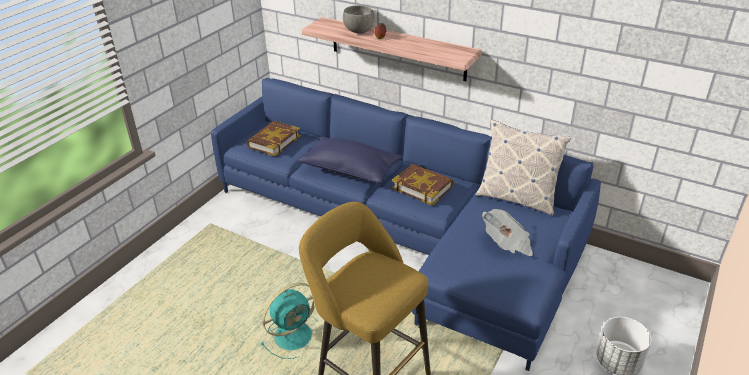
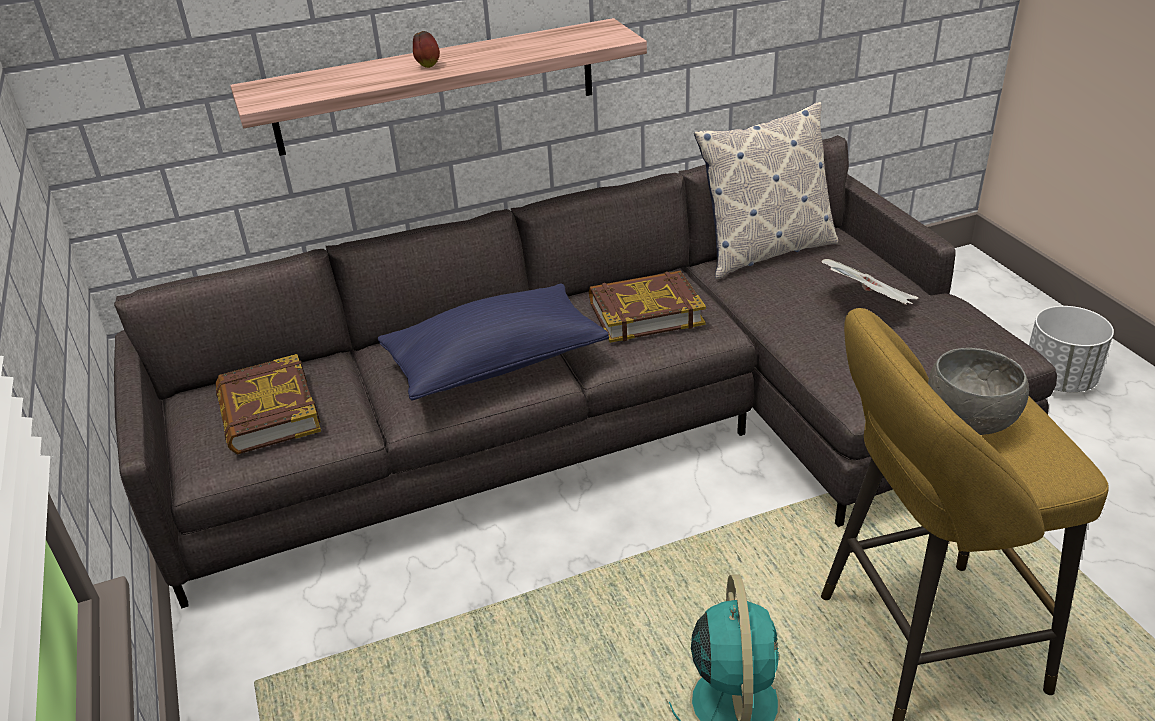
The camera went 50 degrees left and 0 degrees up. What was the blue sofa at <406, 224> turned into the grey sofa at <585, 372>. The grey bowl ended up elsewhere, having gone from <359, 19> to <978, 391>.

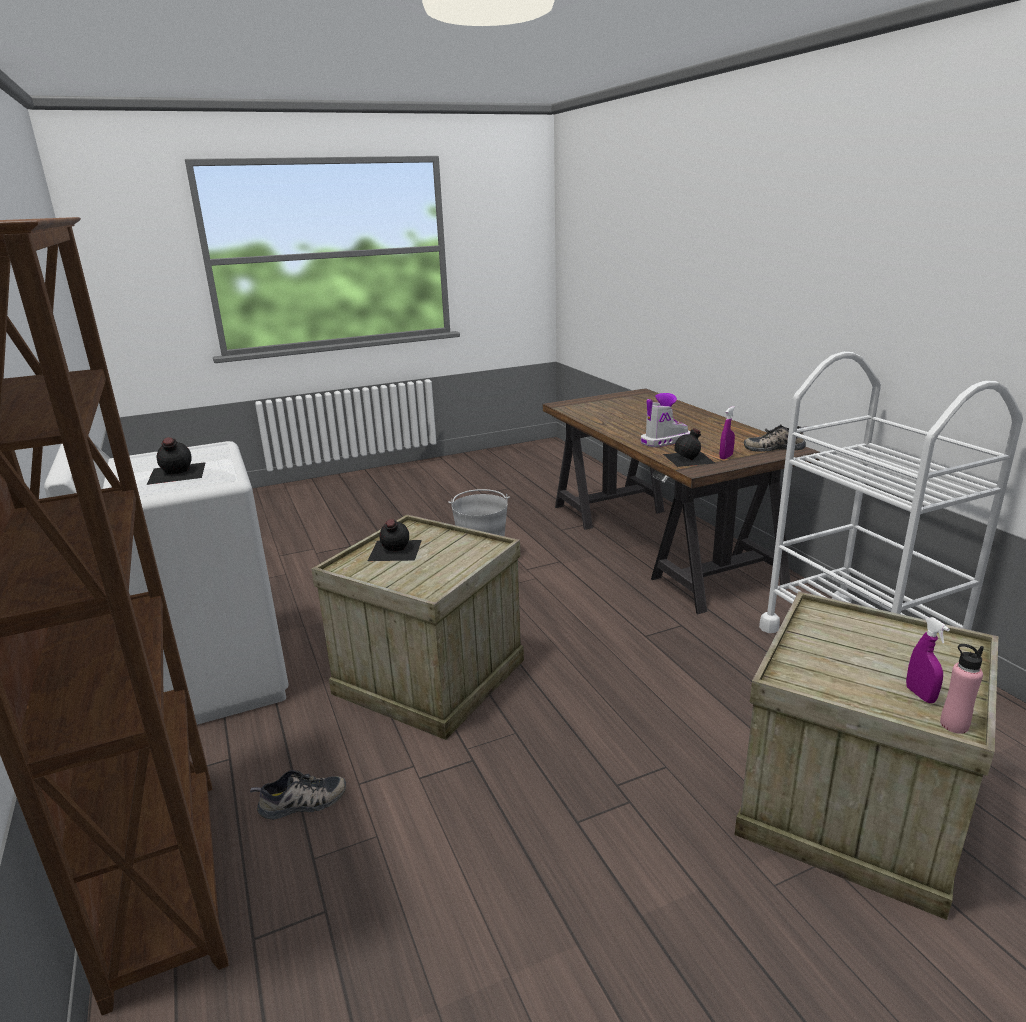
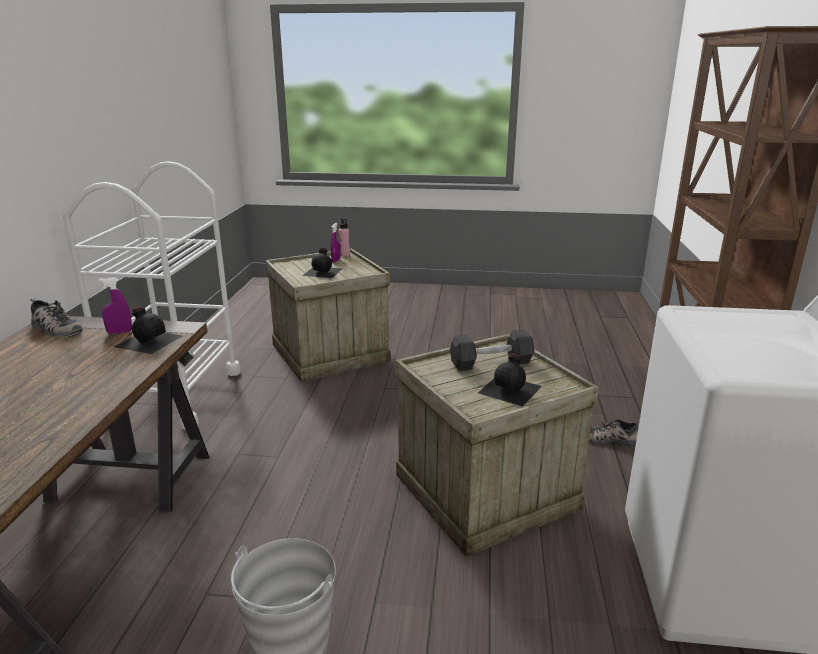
The camera went 150 degrees left and 0 degrees up. The black bottle ended up elsewhere, having gone from <176, 461> to <322, 263>. The second view gained the black dumbbell at <492, 350>. The second view lost the boot at <665, 420>.

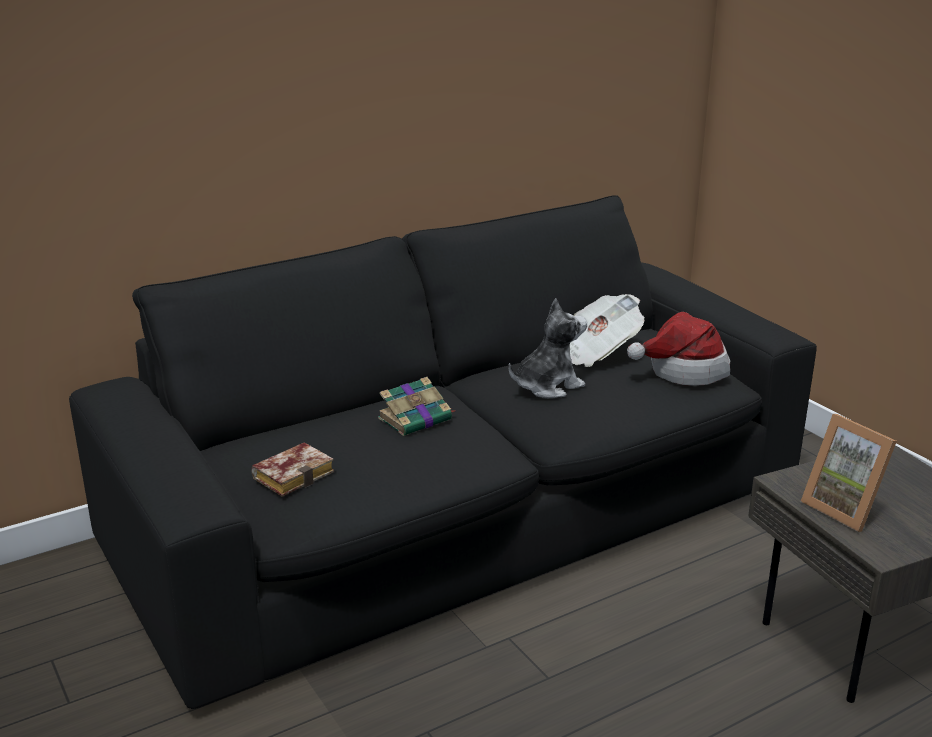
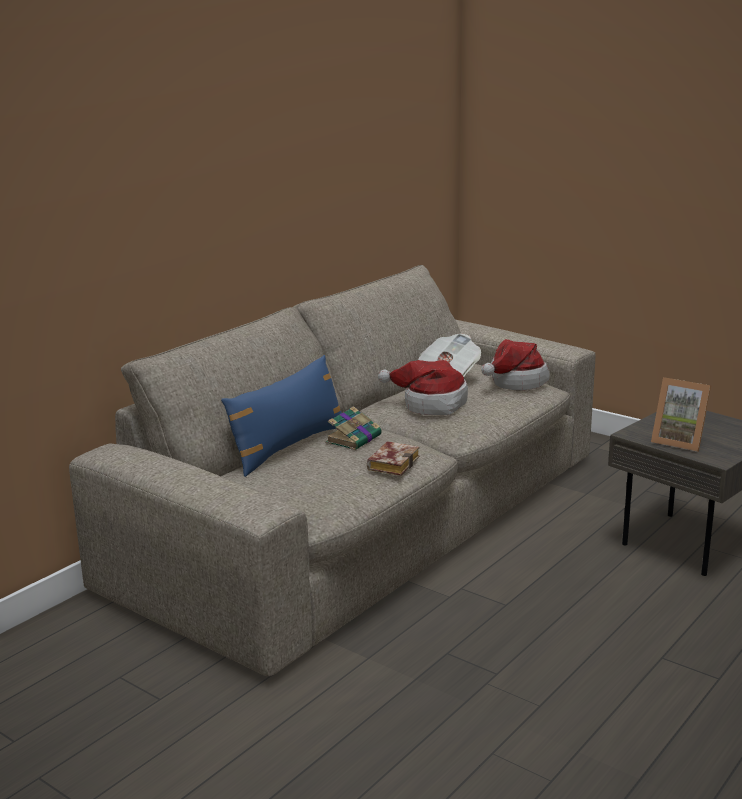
The camera went 20 degrees left and 5 degrees down. What was the black sofa at <443, 452> turned into the beige sofa at <332, 470>. The second view gained the blue pillow at <281, 416>. The book ended up elsewhere, having gone from <292, 469> to <393, 458>. Where the plush toy stood at <548, 348>, the hat came to stand at <423, 387>.

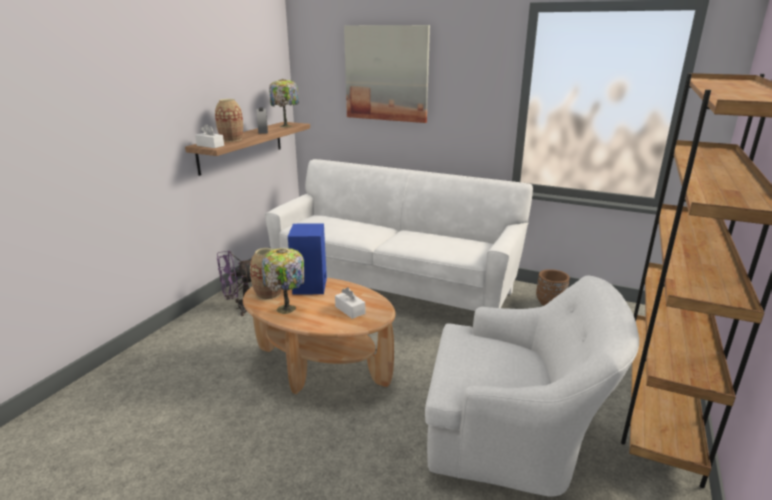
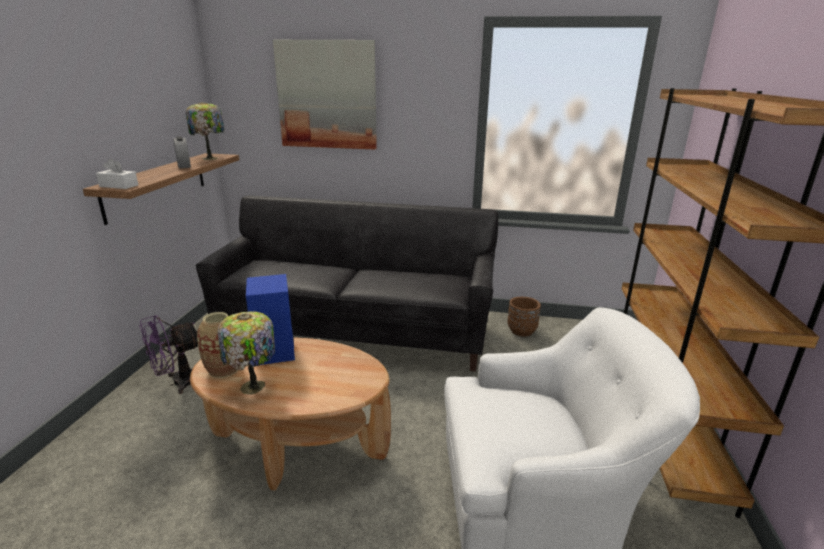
The camera went 15 degrees left and 0 degrees up. What was the white sofa at <399, 235> turned into the black sofa at <347, 284>. The second view lost the vase at <229, 120>. The second view lost the white tissue box at <350, 303>.

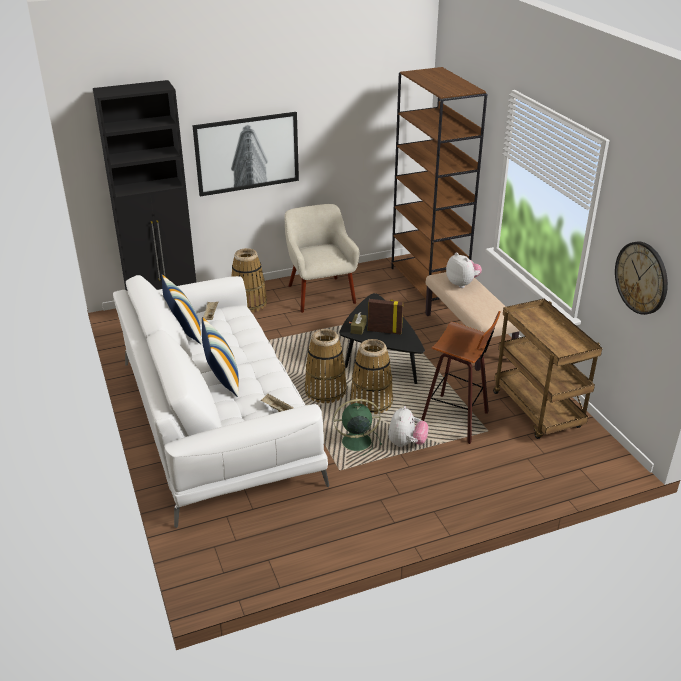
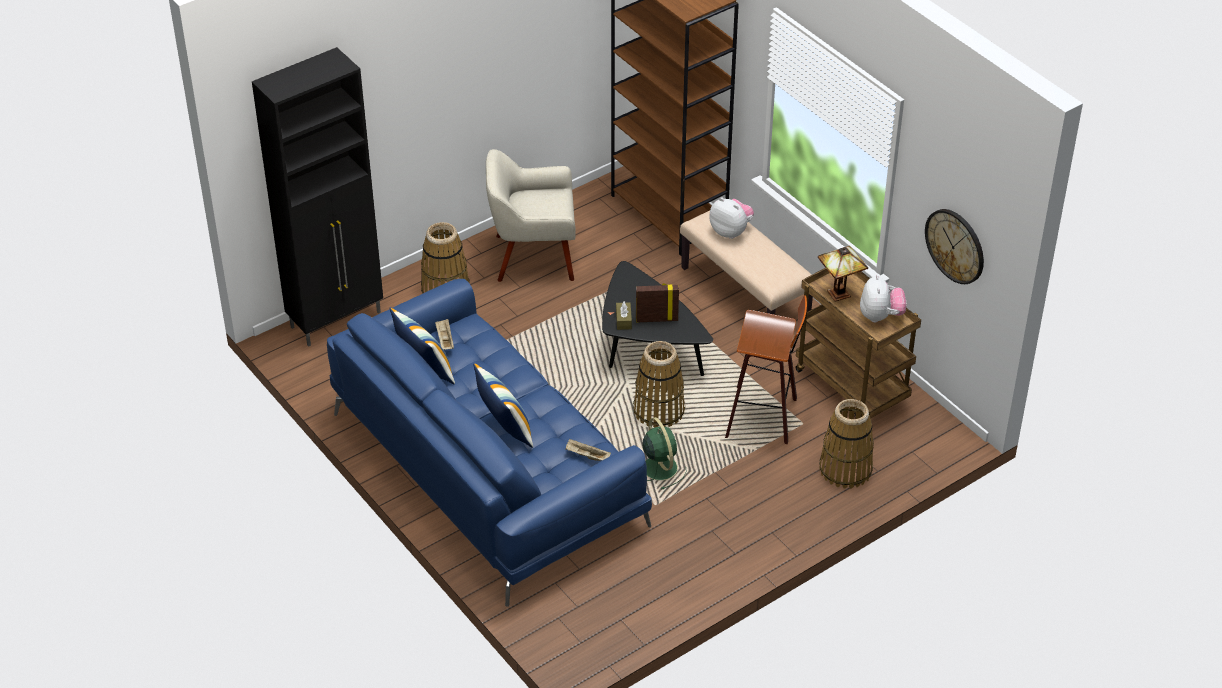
The camera went 15 degrees left and 10 degrees up. What was the white sofa at <221, 401> turned into the blue sofa at <489, 443>. The beige armchair at <322, 258> ended up facing another way, 60 degrees counterclockwise from before. The green fan at <358, 427> ended up facing another way, 90 degrees clockwise from before. The second view gained the table lamp at <843, 274>. The basket ended up elsewhere, having gone from <326, 366> to <846, 444>. The plush toy ended up elsewhere, having gone from <408, 426> to <883, 298>. The second view lost the picture at <245, 154>.

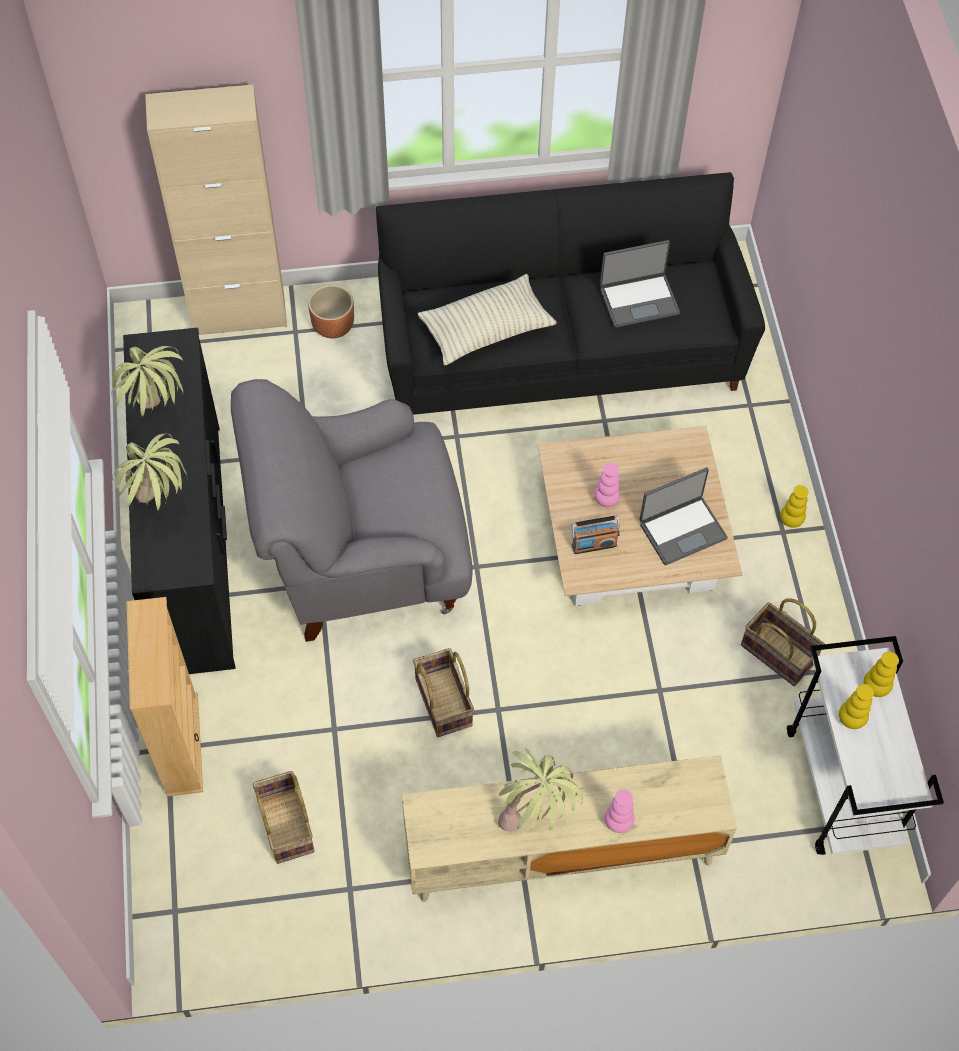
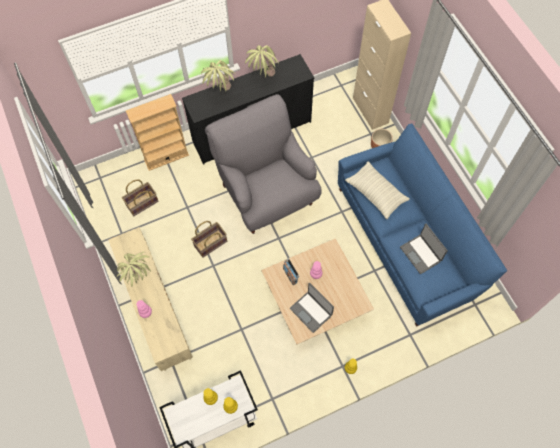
The camera went 75 degrees right and 5 degrees up. What was the black sofa at <570, 293> turned into the blue sofa at <422, 225>. The second view lost the basket at <782, 642>.

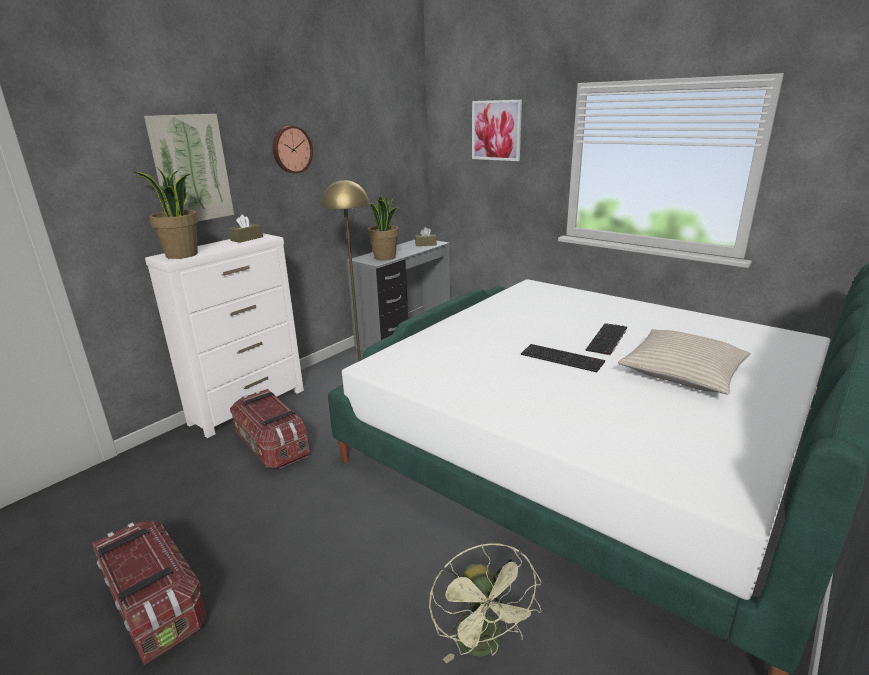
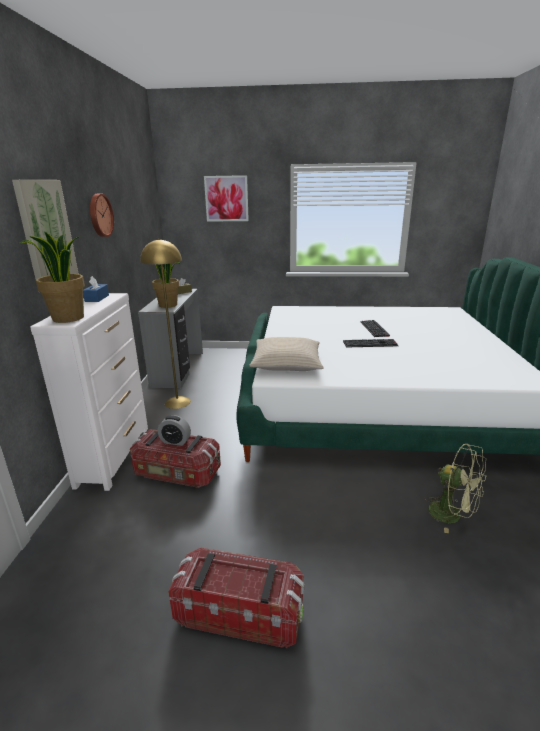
The camera went 35 degrees left and 0 degrees up. What was the brown tissue box at <246, 229> turned into the blue tissue box at <96, 289>. The second view gained the alarm clock at <174, 430>. The beige pillow ended up elsewhere, having gone from <684, 361> to <286, 354>.

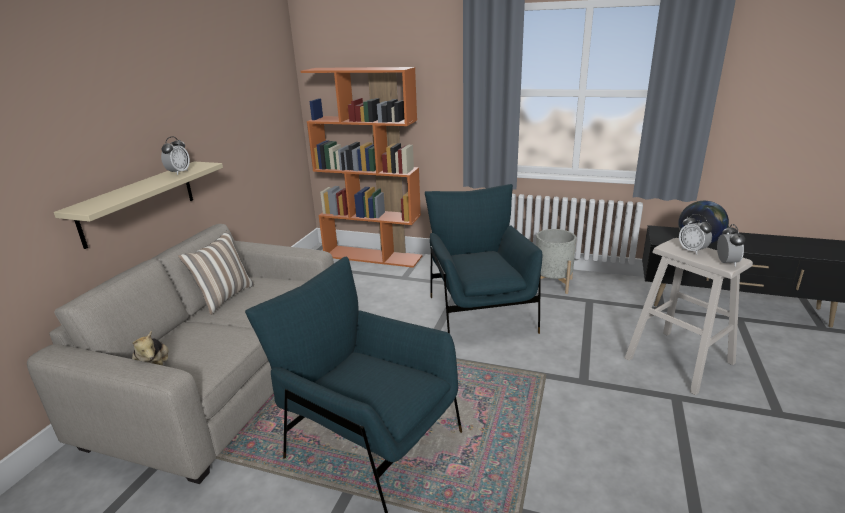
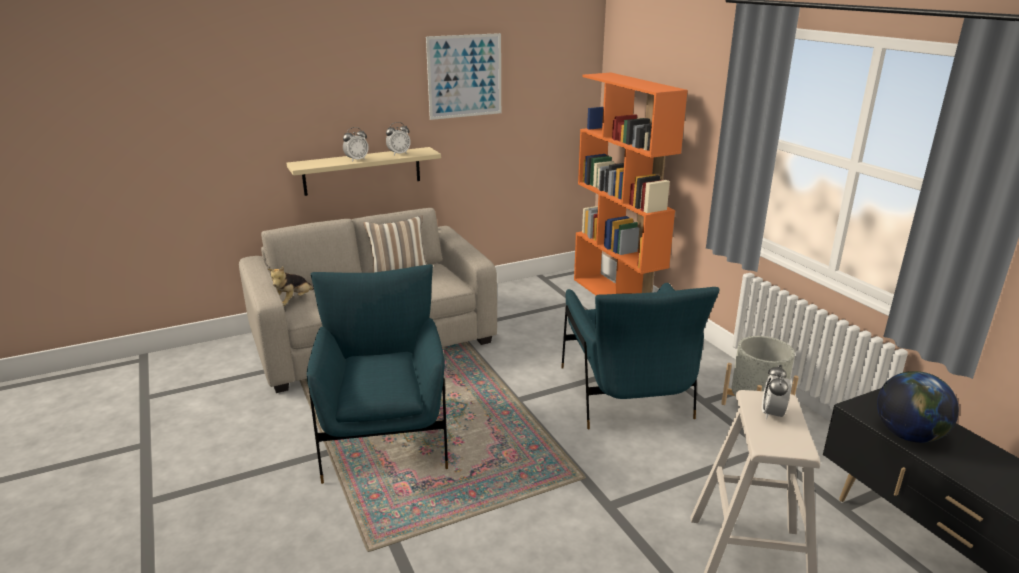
The camera went 45 degrees right and 0 degrees up. The alarm clock ended up elsewhere, having gone from <731, 245> to <356, 144>. The second view gained the picture at <463, 76>. The blue armchair at <483, 259> ended up facing another way, 135 degrees clockwise from before.

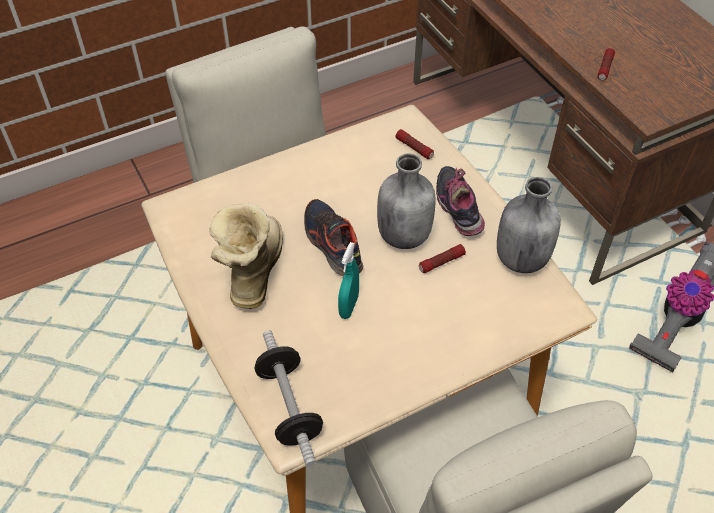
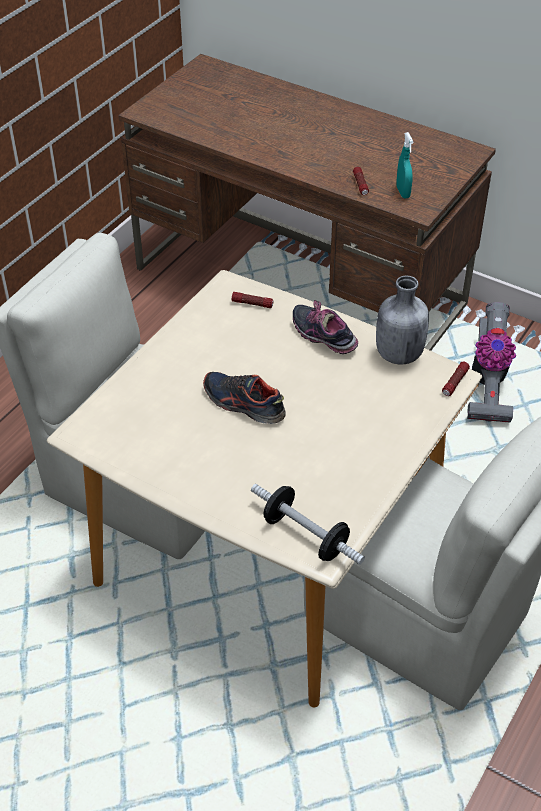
The camera went 30 degrees left and 5 degrees down. The turquoise spray bottle ended up elsewhere, having gone from <348, 280> to <404, 165>. The flashlight ended up elsewhere, having gone from <442, 258> to <456, 378>. The second view lost the boot at <246, 256>. The second view lost the grey bottle at <406, 201>.

